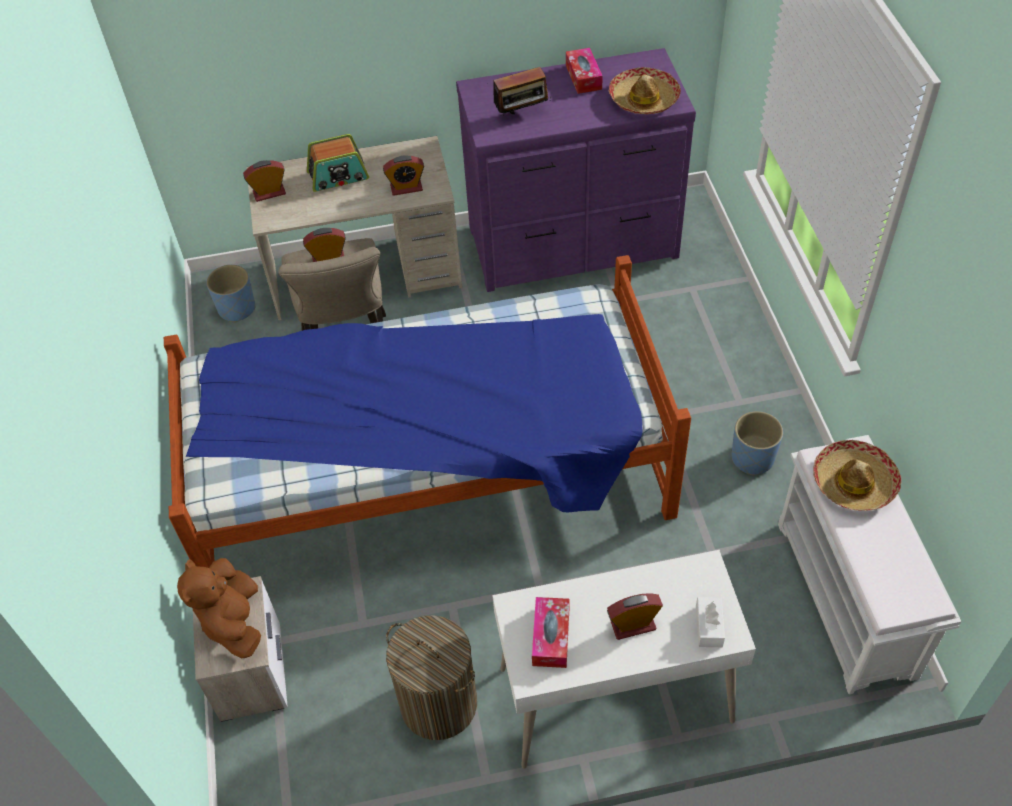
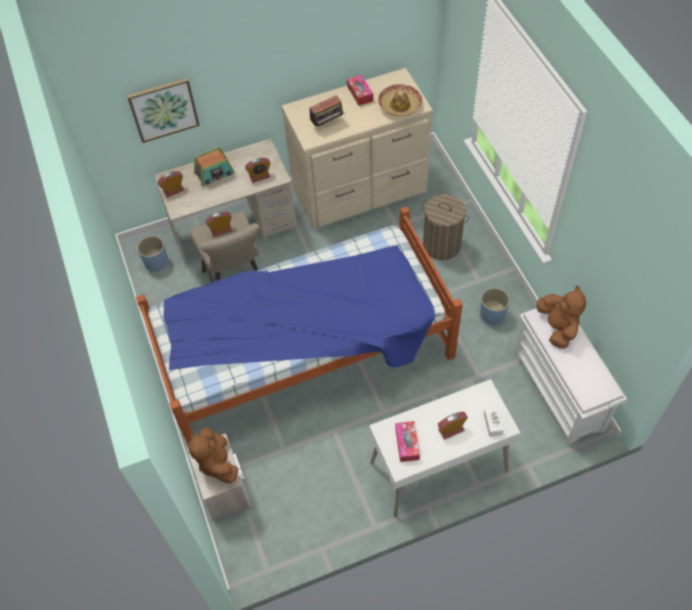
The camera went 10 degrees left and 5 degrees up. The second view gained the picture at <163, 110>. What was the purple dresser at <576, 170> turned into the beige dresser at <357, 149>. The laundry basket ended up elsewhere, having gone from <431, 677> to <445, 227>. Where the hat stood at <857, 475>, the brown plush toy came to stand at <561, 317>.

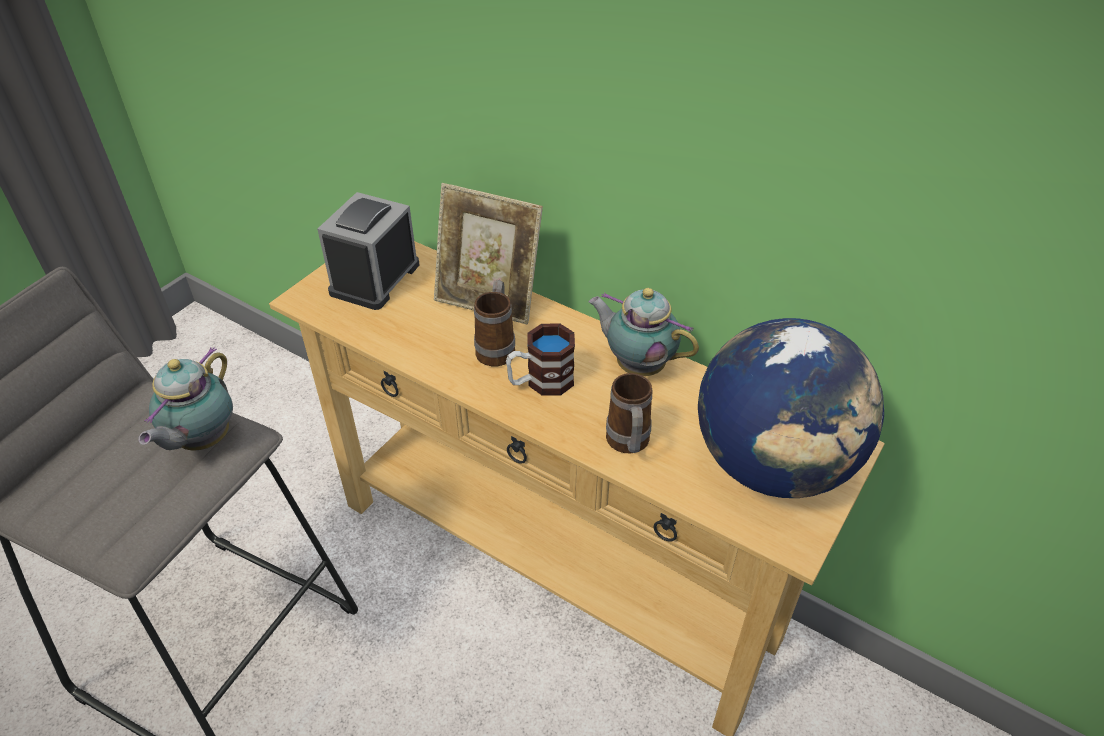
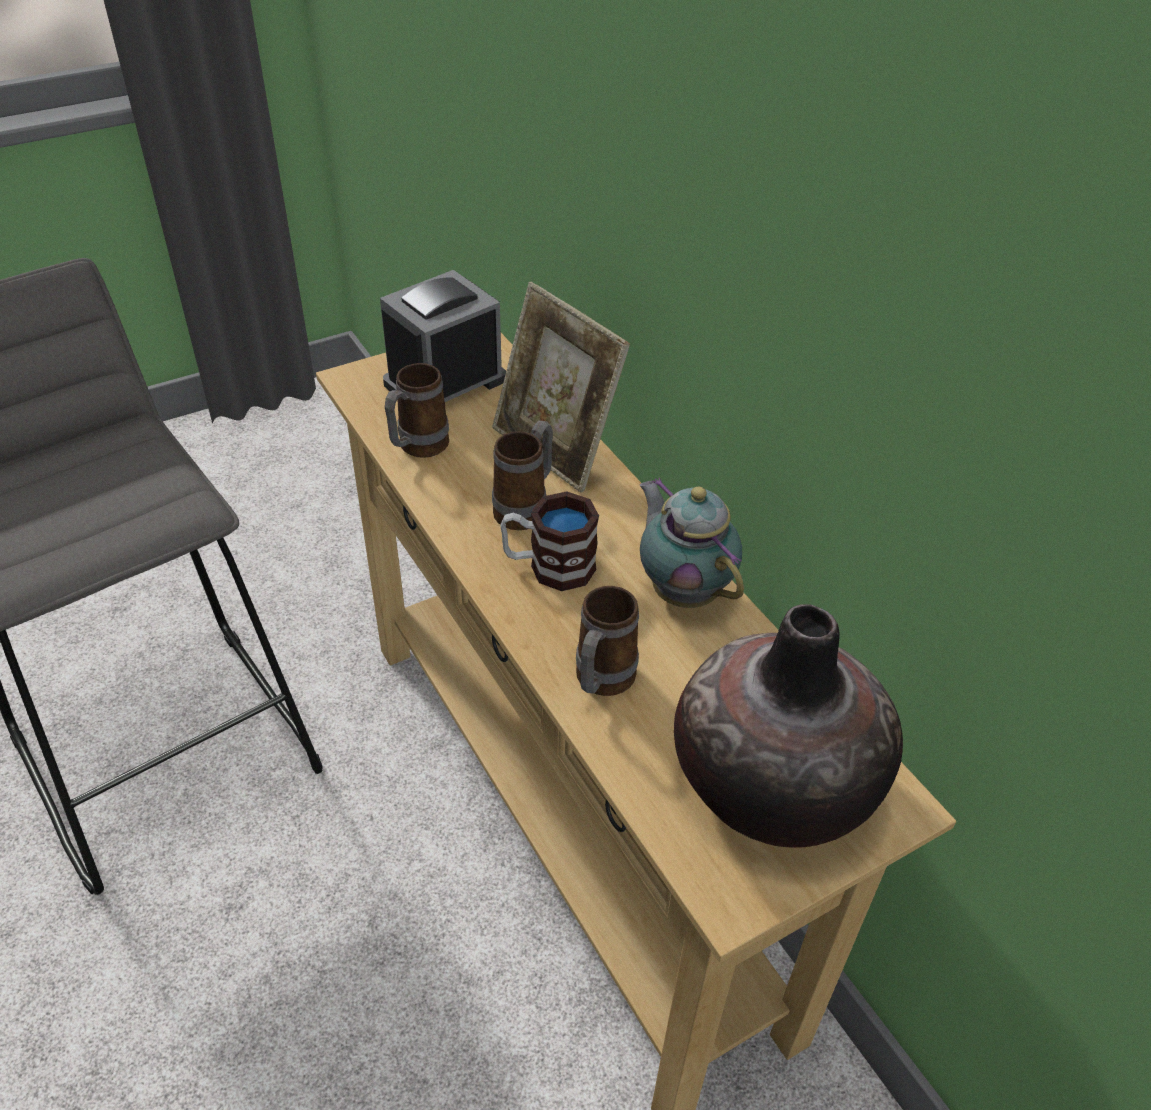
The camera went 25 degrees right and 0 degrees up. The second view gained the mug at <417, 410>. Where the globe stood at <791, 408>, the vase came to stand at <788, 726>. The second view lost the teapot at <185, 398>.

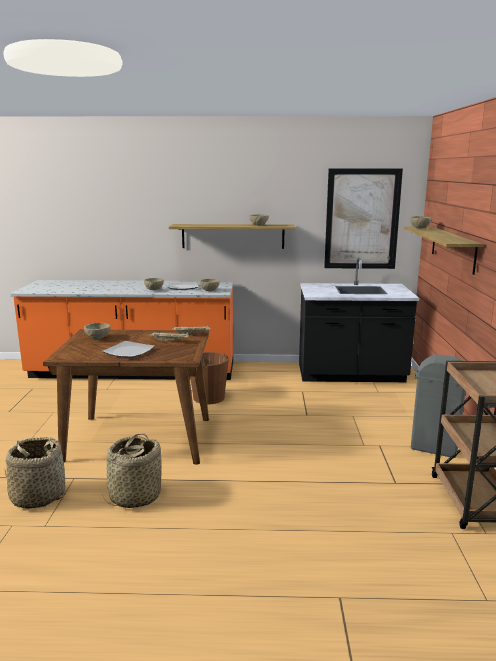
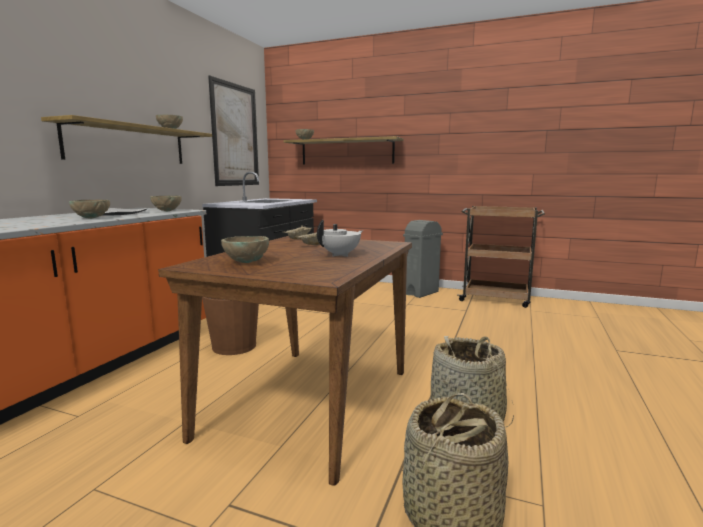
The camera went 70 degrees left and 5 degrees down. Where the plate stood at <128, 349>, the white teapot came to stand at <340, 238>.

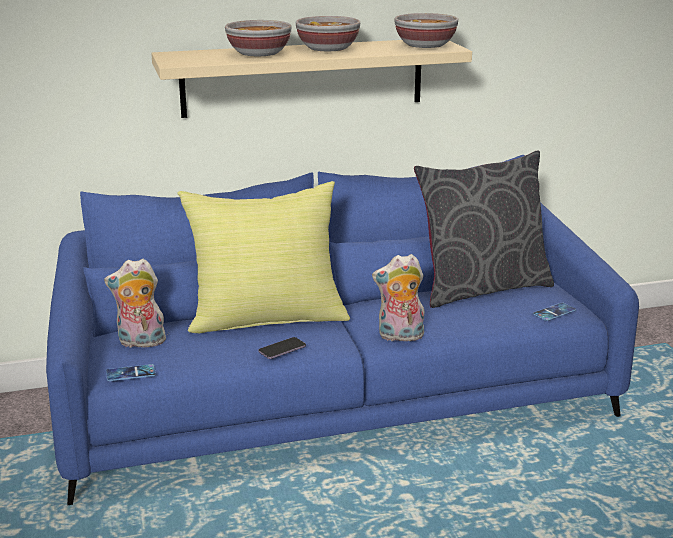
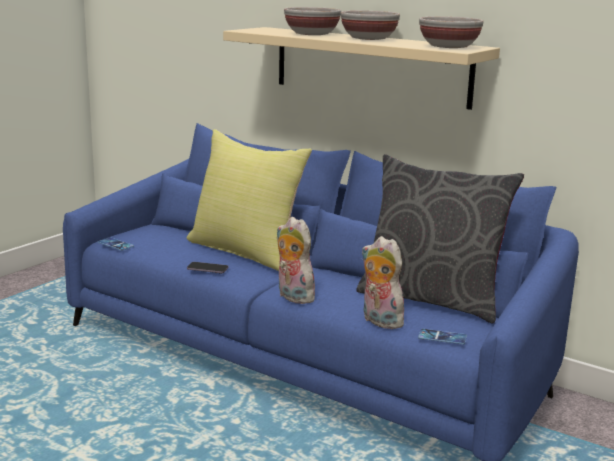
The camera went 50 degrees right and 5 degrees down. The plush toy ended up elsewhere, having gone from <135, 303> to <382, 282>.

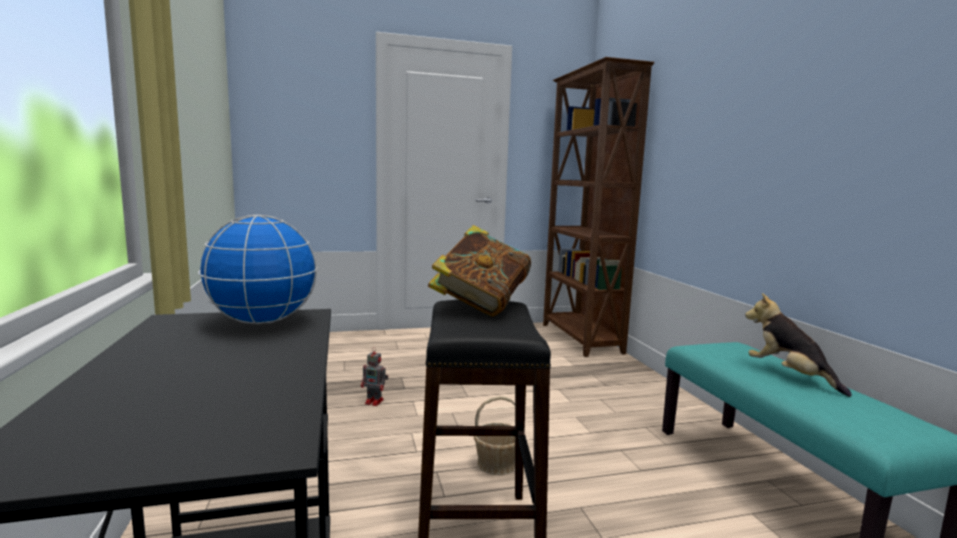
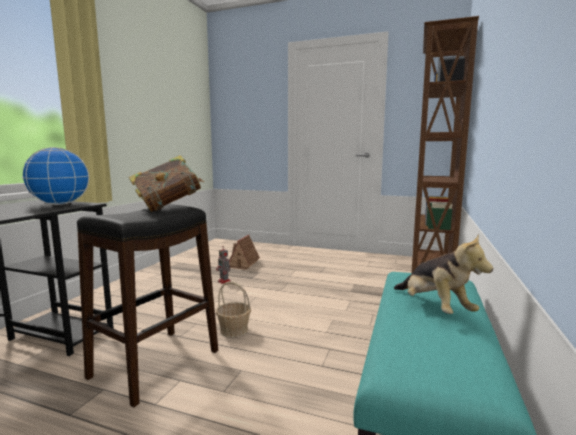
The camera went 35 degrees right and 0 degrees up. The second view gained the toy house at <244, 252>. The plush toy at <798, 345> ended up facing another way, 150 degrees clockwise from before.

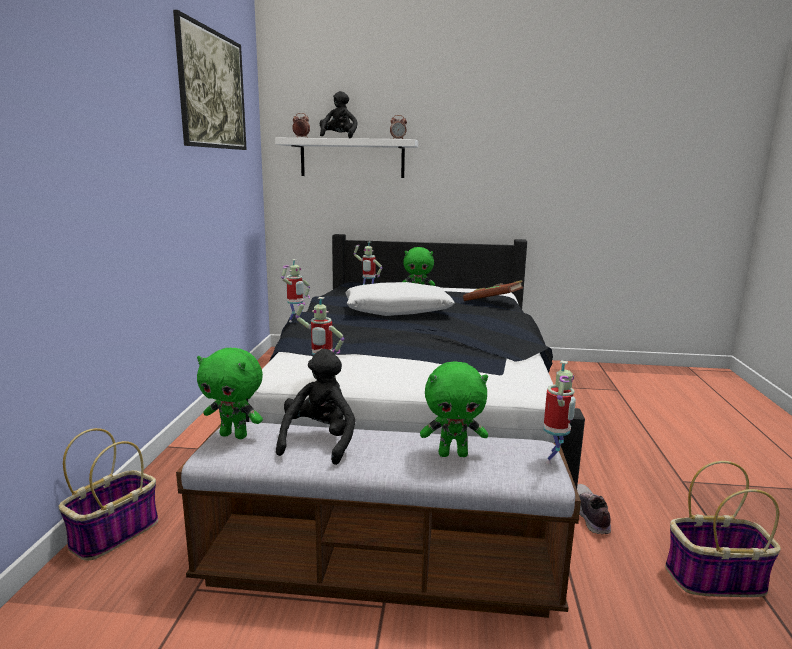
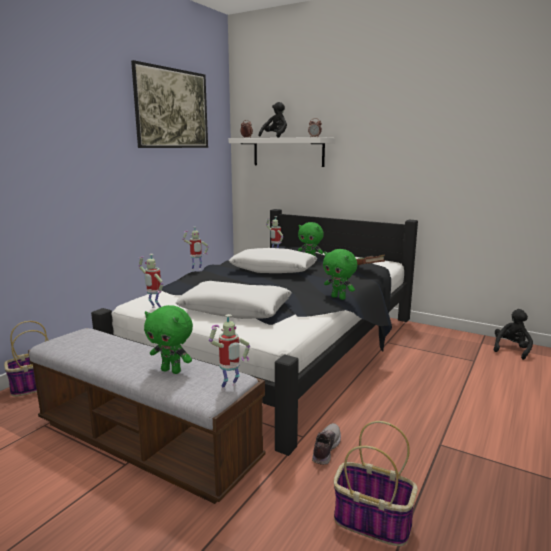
The camera went 25 degrees right and 0 degrees up. The second view gained the white pillow at <234, 300>. The green plush toy ended up elsewhere, having gone from <230, 393> to <340, 274>. The black plush toy ended up elsewhere, having gone from <315, 407> to <513, 334>.

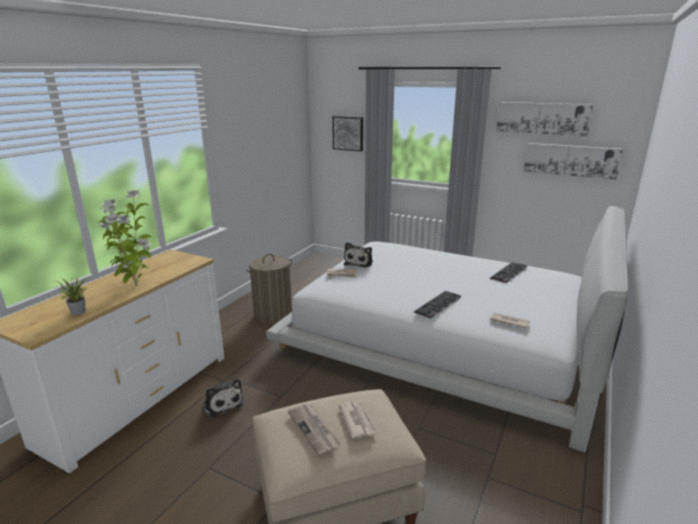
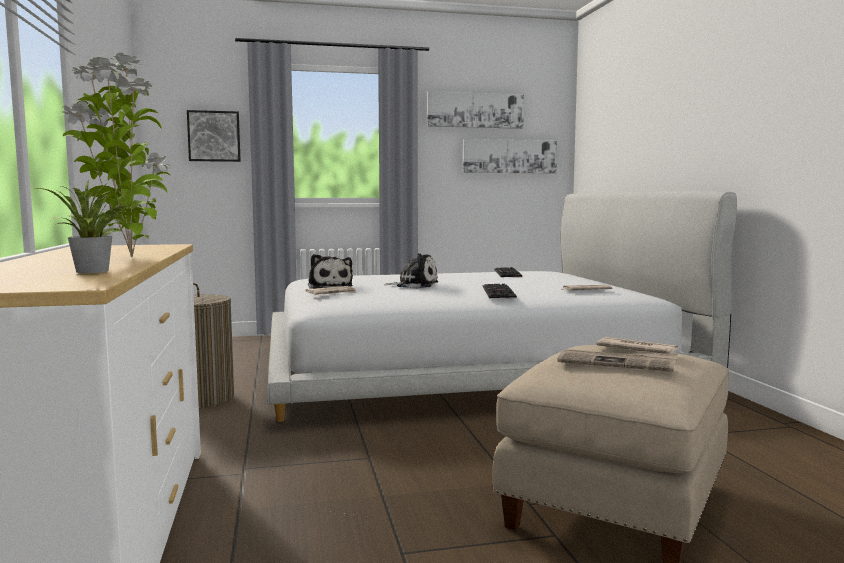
The camera went 40 degrees left and 15 degrees down. The plush toy ended up elsewhere, having gone from <223, 398> to <411, 270>.

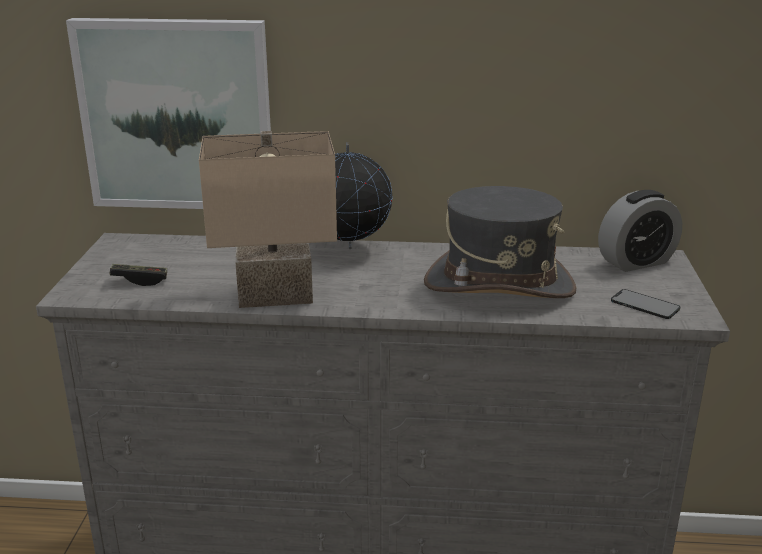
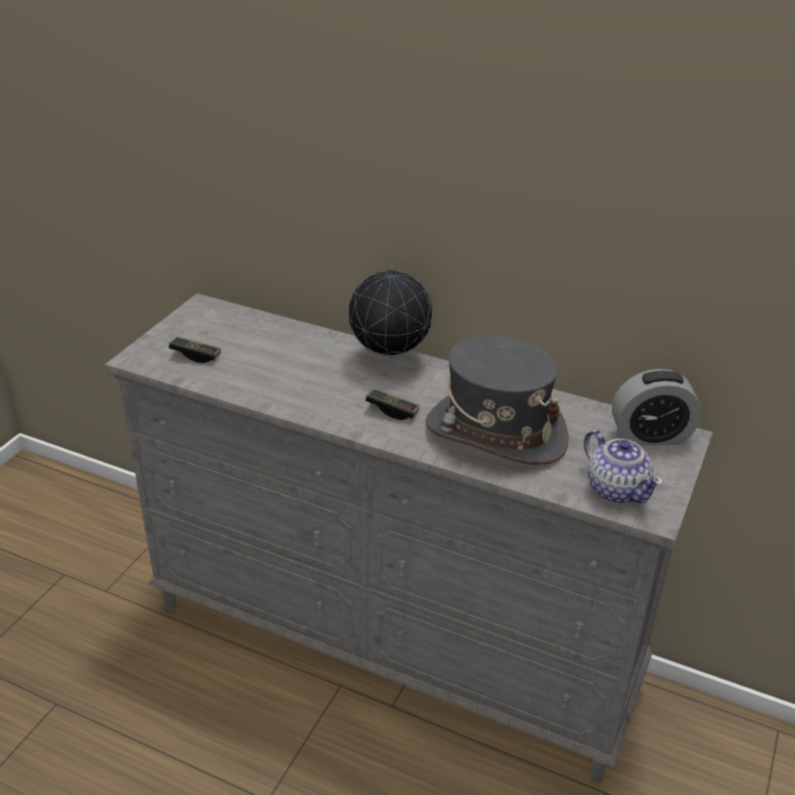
The camera went 20 degrees right and 10 degrees up. The second view gained the game controller at <392, 404>. Where the phone stood at <645, 304>, the teapot came to stand at <623, 467>. The second view lost the picture at <168, 113>. The second view lost the beige table lamp at <268, 219>.

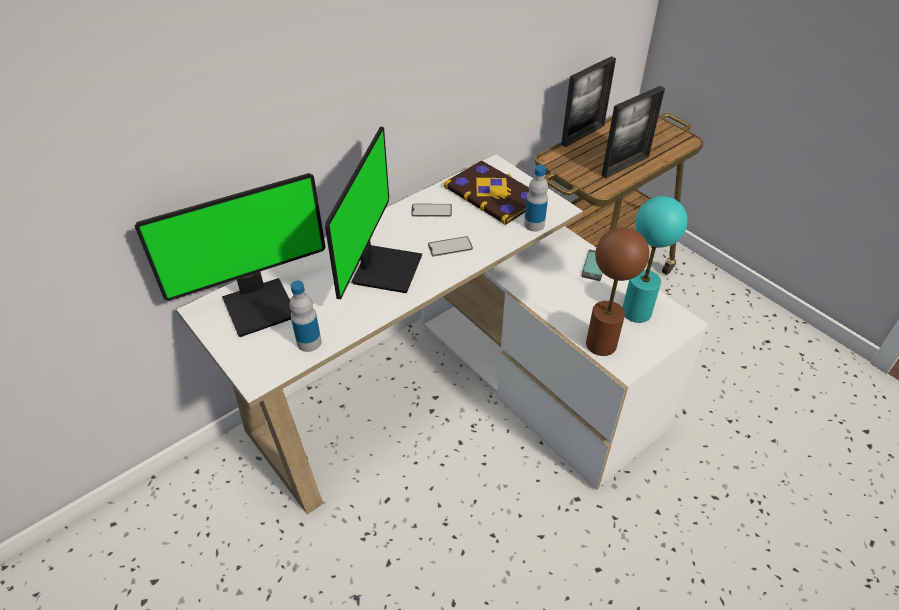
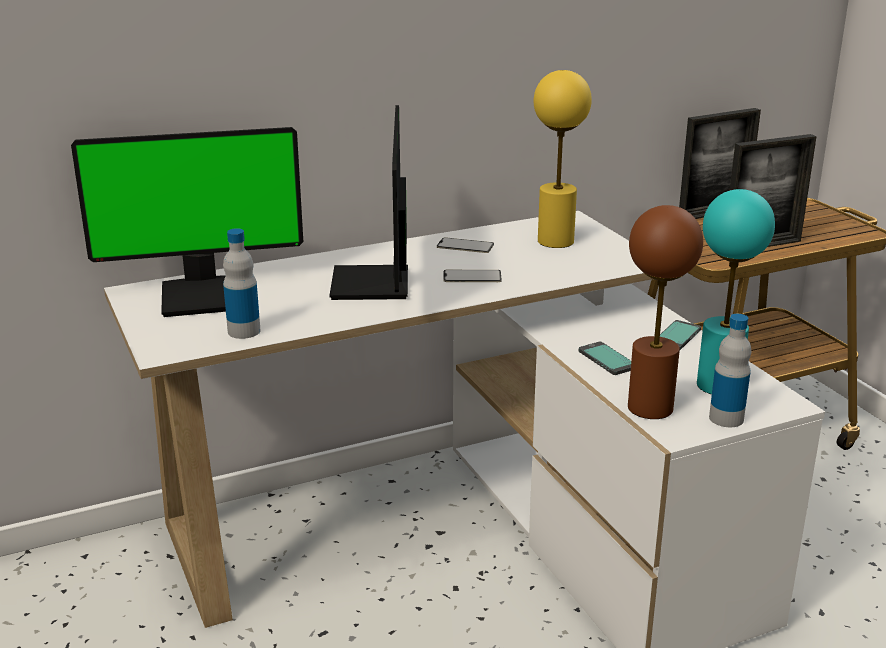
The camera went 15 degrees right and 20 degrees down. The monitor at <373, 213> ended up facing another way, 150 degrees clockwise from before. Where the book stood at <486, 192>, the yellow table lamp came to stand at <563, 159>. The second view gained the phone at <605, 358>. The bottle ended up elsewhere, having gone from <536, 198> to <730, 370>.

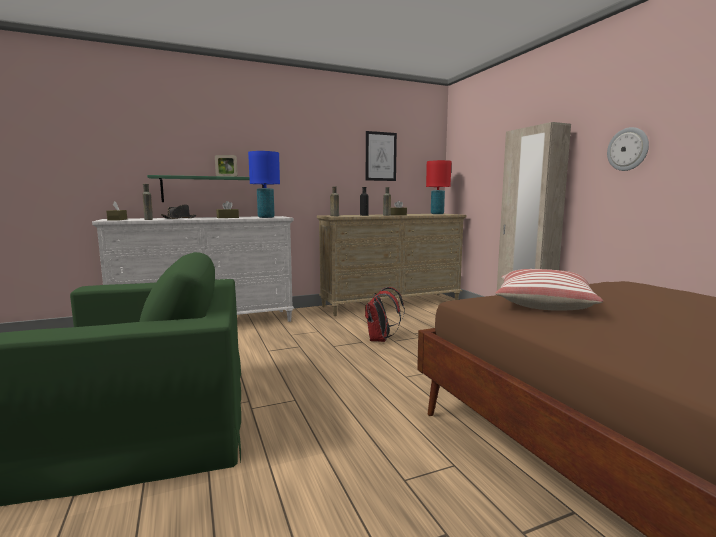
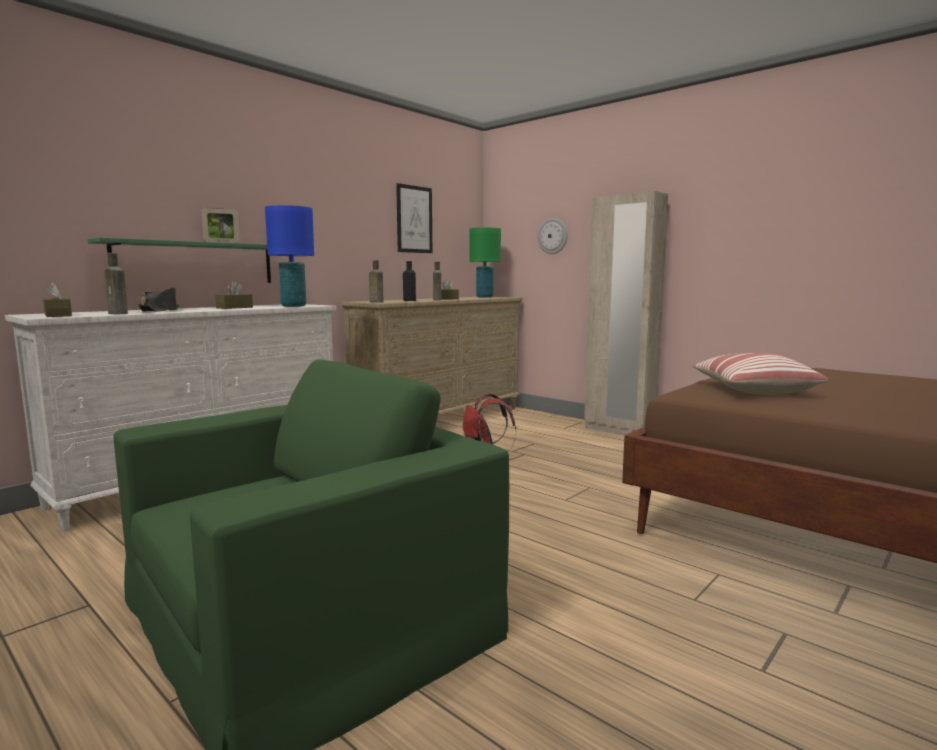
The camera went 25 degrees left and 0 degrees up. What was the red table lamp at <439, 187> turned into the green table lamp at <485, 263>. The wall clock ended up elsewhere, having gone from <628, 149> to <553, 236>.

